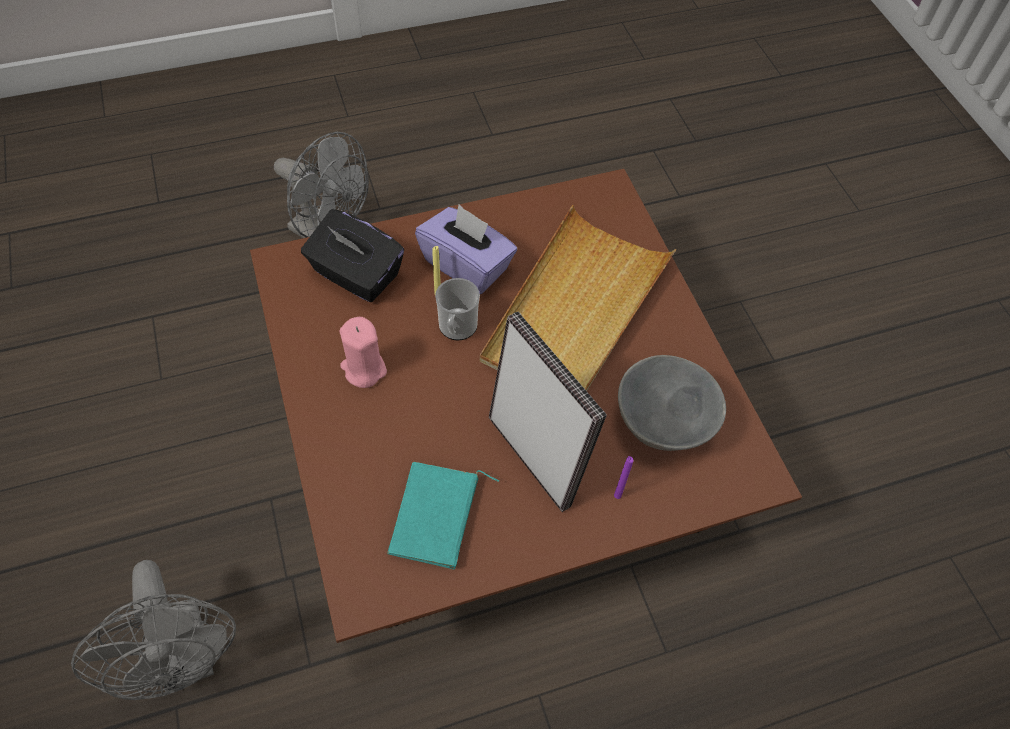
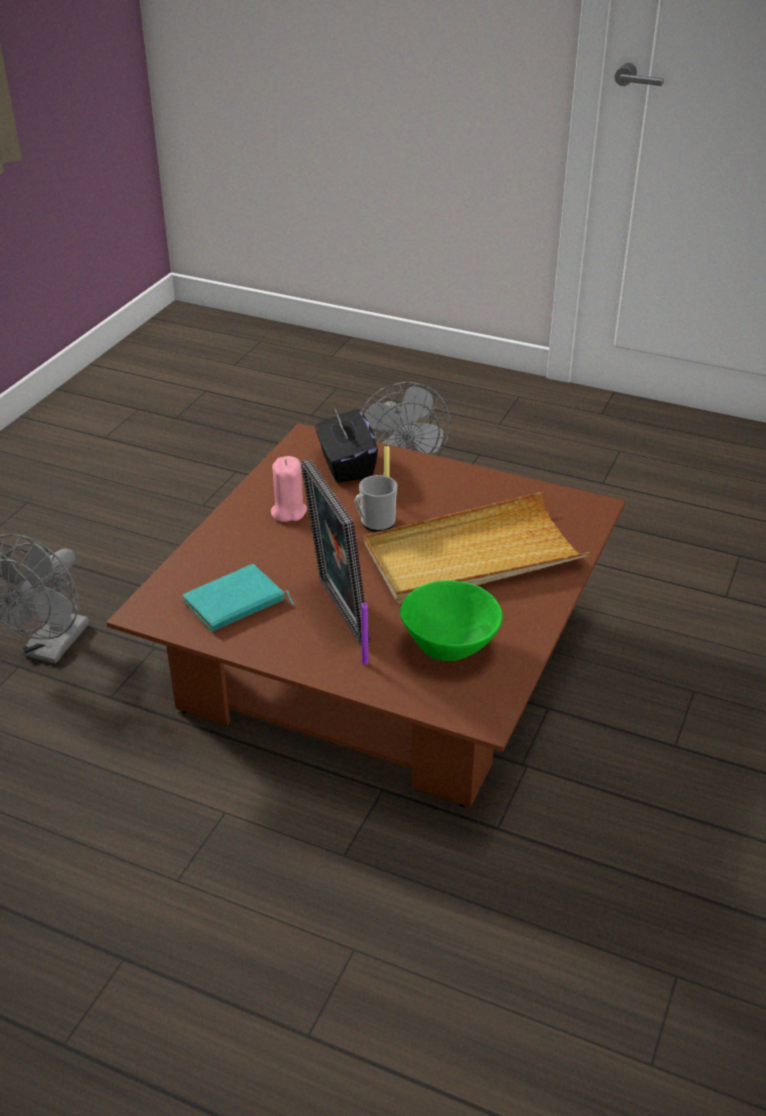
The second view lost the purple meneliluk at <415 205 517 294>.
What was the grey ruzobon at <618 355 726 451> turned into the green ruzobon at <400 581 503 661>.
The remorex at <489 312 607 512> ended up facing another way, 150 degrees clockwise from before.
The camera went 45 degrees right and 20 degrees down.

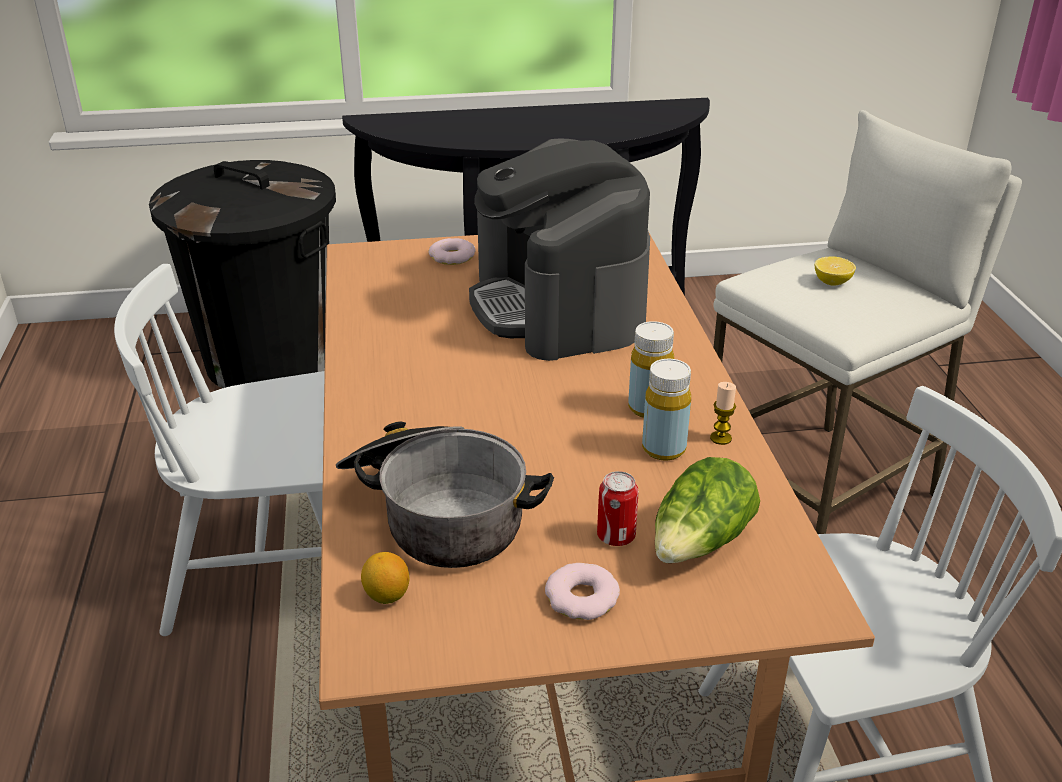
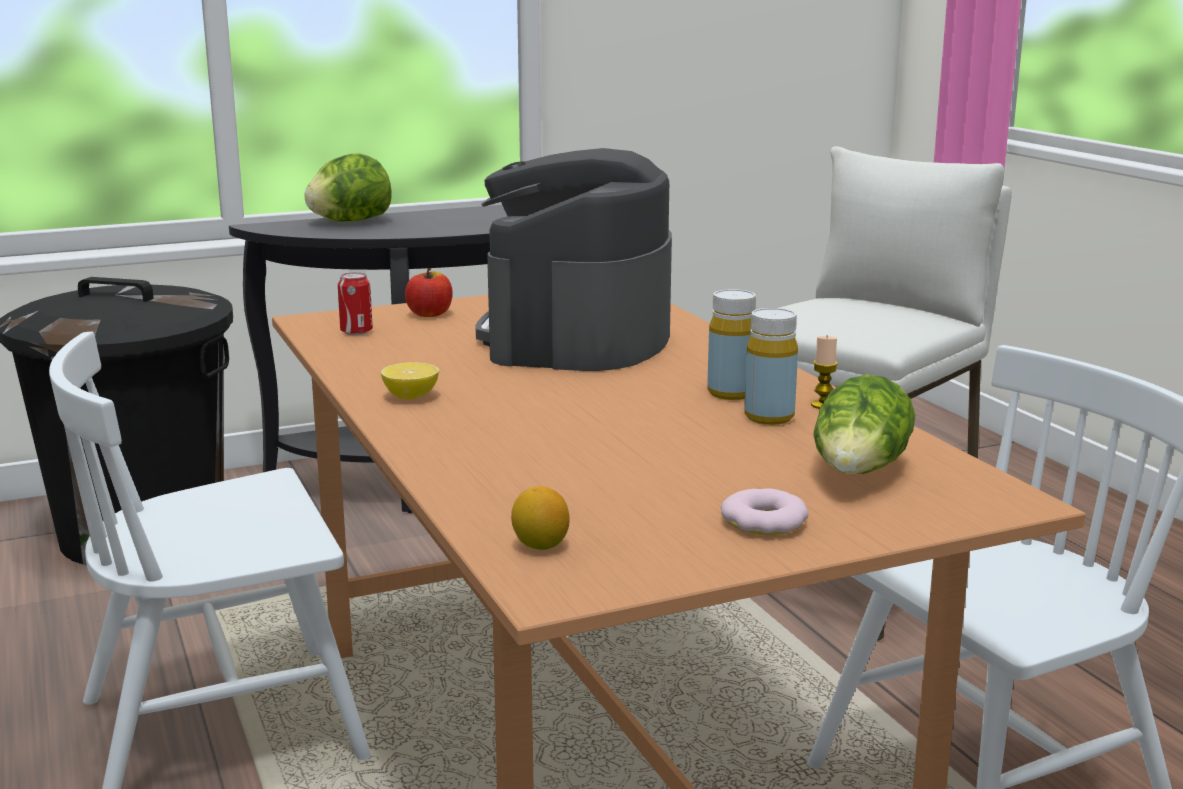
The second view lost the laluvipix at <336 421 554 568>.
The second view gained the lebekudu at <305 153 392 222>.
The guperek ended up elsewhere, having gone from <597 471 639 546> to <338 272 373 335>.
The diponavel ended up elsewhere, having gone from <815 257 856 286> to <381 362 439 400>.
Where the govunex stood at <428 238 476 265>, the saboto came to stand at <405 268 453 317>.
The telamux at <469 138 650 361> ended up facing another way, 45 degrees clockwise from before.
The camera went 15 degrees left and 15 degrees down.

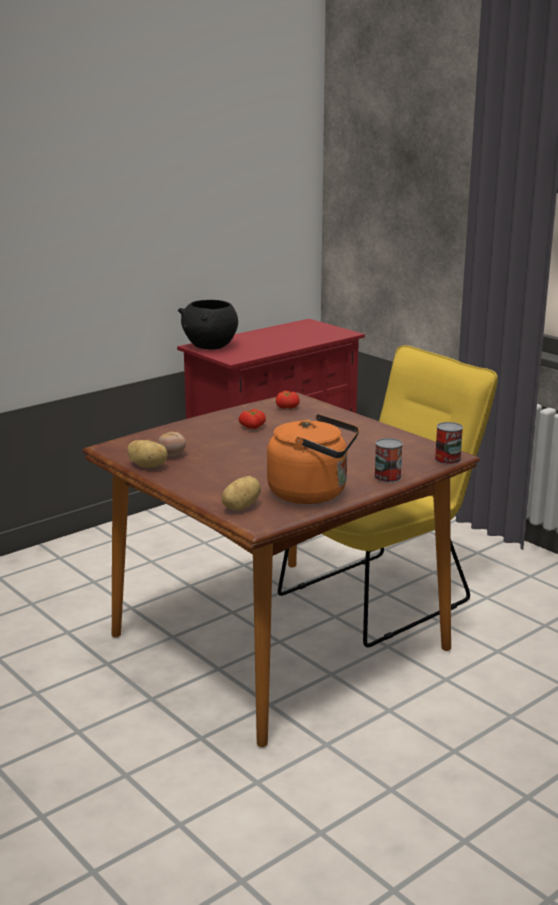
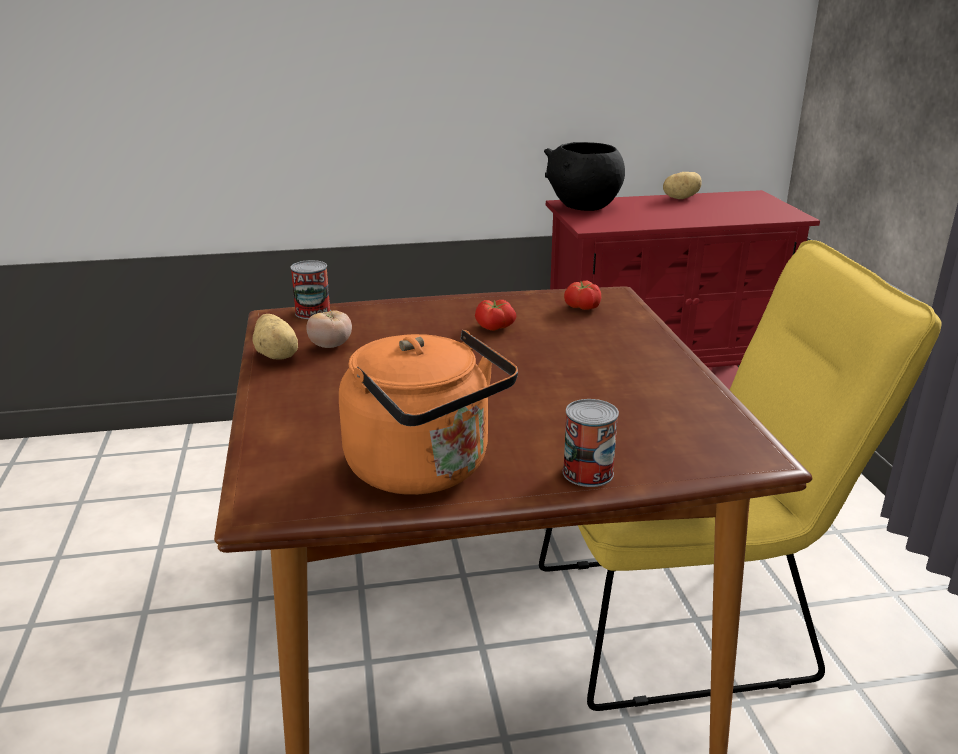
The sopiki ended up elsewhere, having gone from <222 476 261 510> to <663 172 702 199>.
The guperek ended up elsewhere, having gone from <435 422 463 465> to <290 260 331 319>.
The camera went 30 degrees right and 5 degrees up.

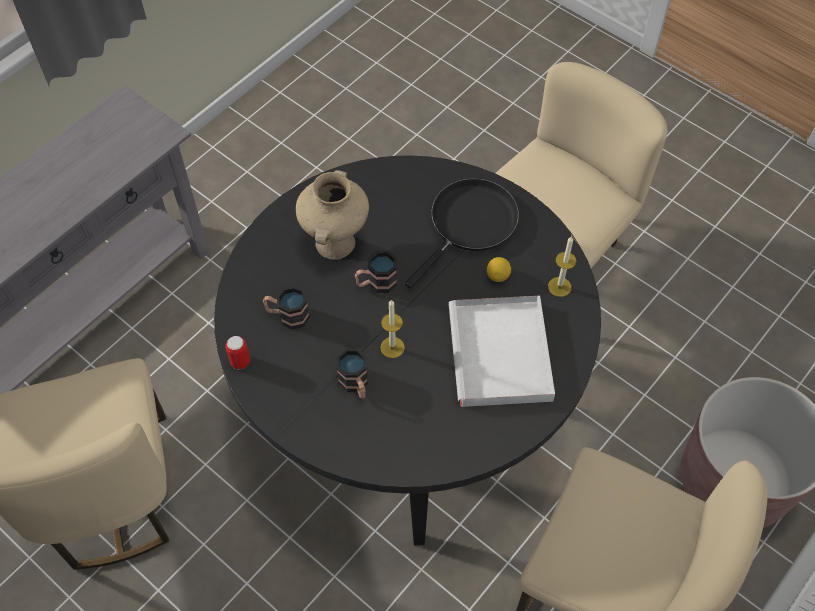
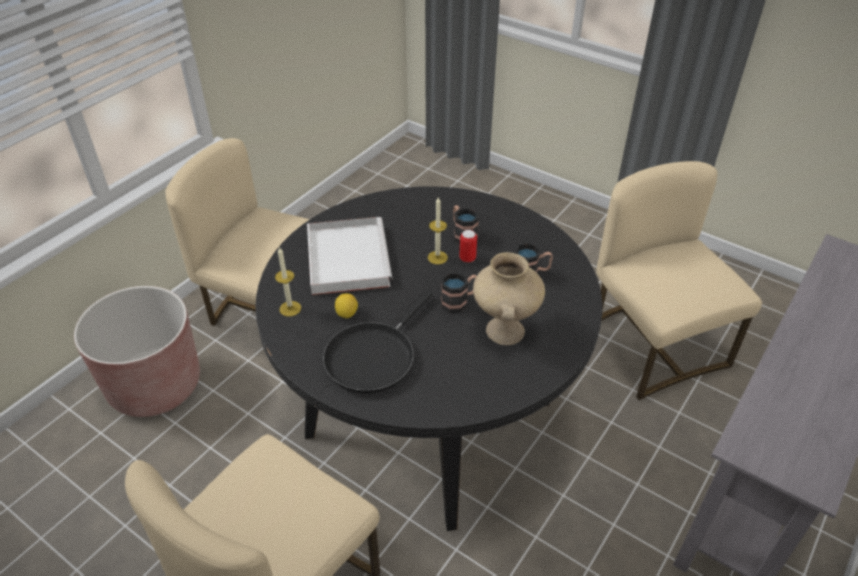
The guperek ended up elsewhere, having gone from <226 336 250 370> to <459 230 477 263>.
The camera went 175 degrees right and 15 degrees down.

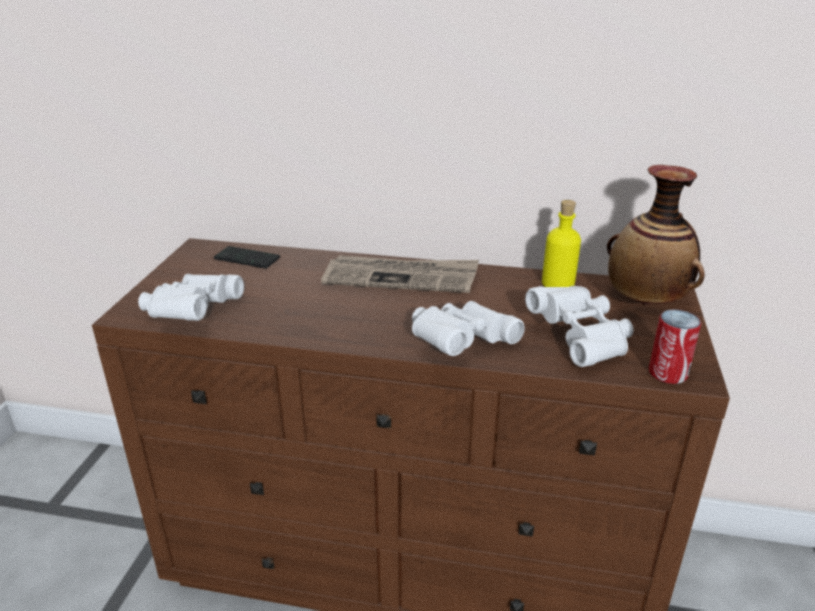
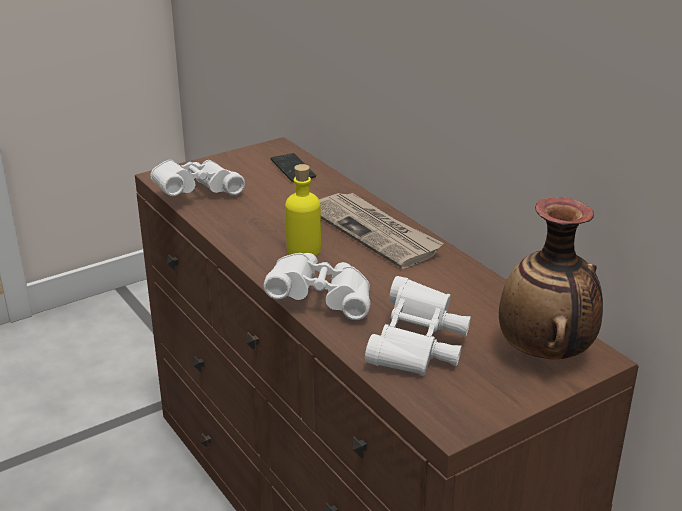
The second view lost the guperek at <649 309 701 384>.
The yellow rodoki ended up elsewhere, having gone from <542 200 581 287> to <285 164 321 256>.
The camera went 45 degrees right and 0 degrees up.

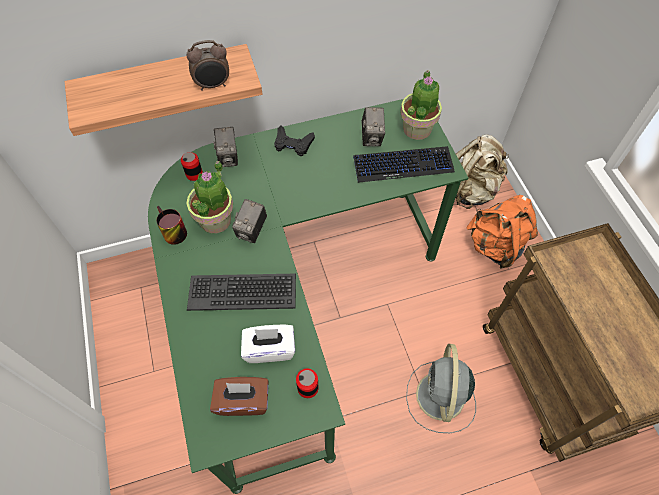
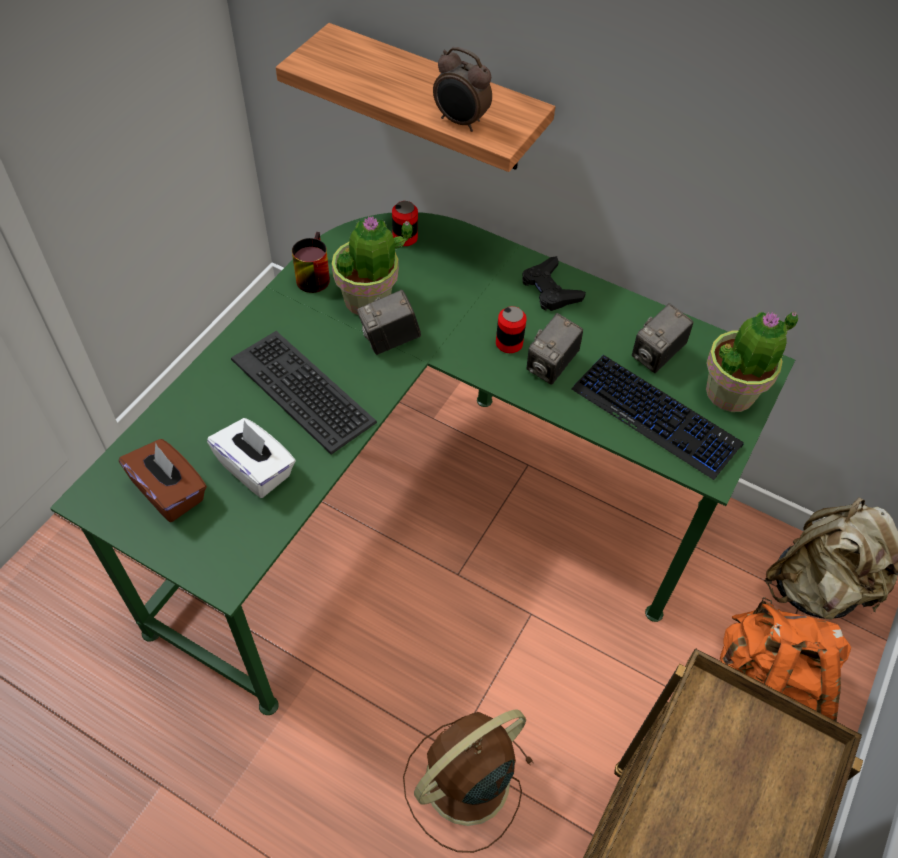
The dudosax ended up elsewhere, having gone from <213 127 238 167> to <527 313 583 385>.
The guperek ended up elsewhere, having gone from <296 369 319 398> to <496 306 527 353>.
What was the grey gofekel at <406 344 476 433> turned into the brown gofekel at <403 709 533 853>.
The camera went 45 degrees right and 5 degrees down.

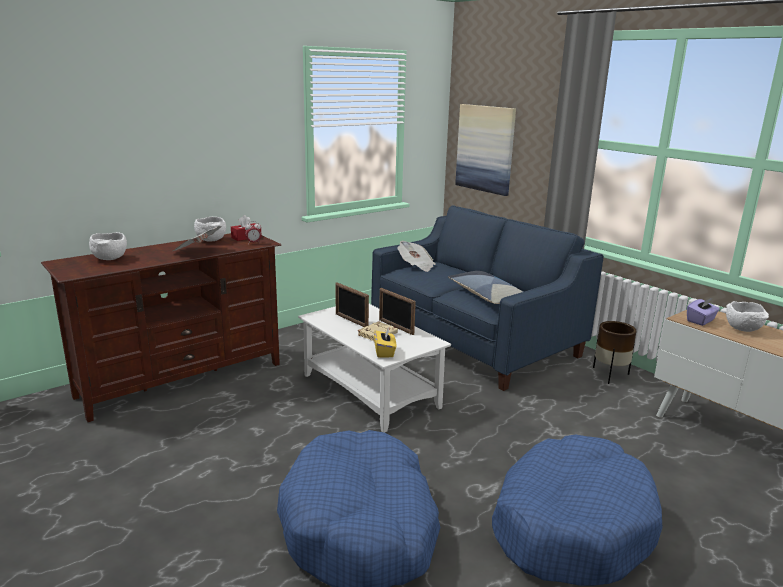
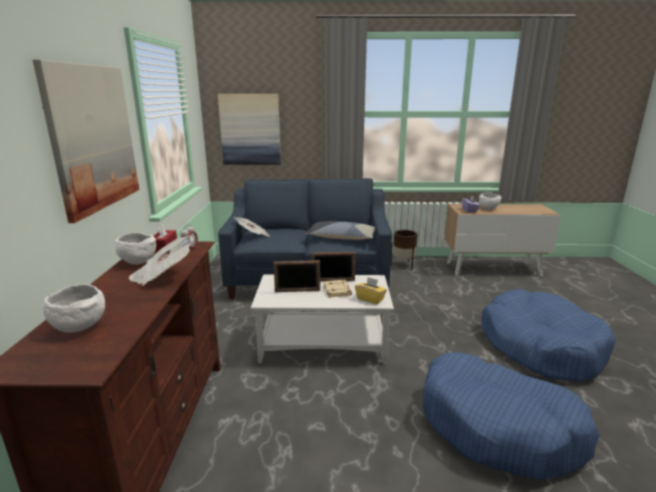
The second view gained the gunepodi at <33 60 139 223>.
The camera went 50 degrees left and 0 degrees up.

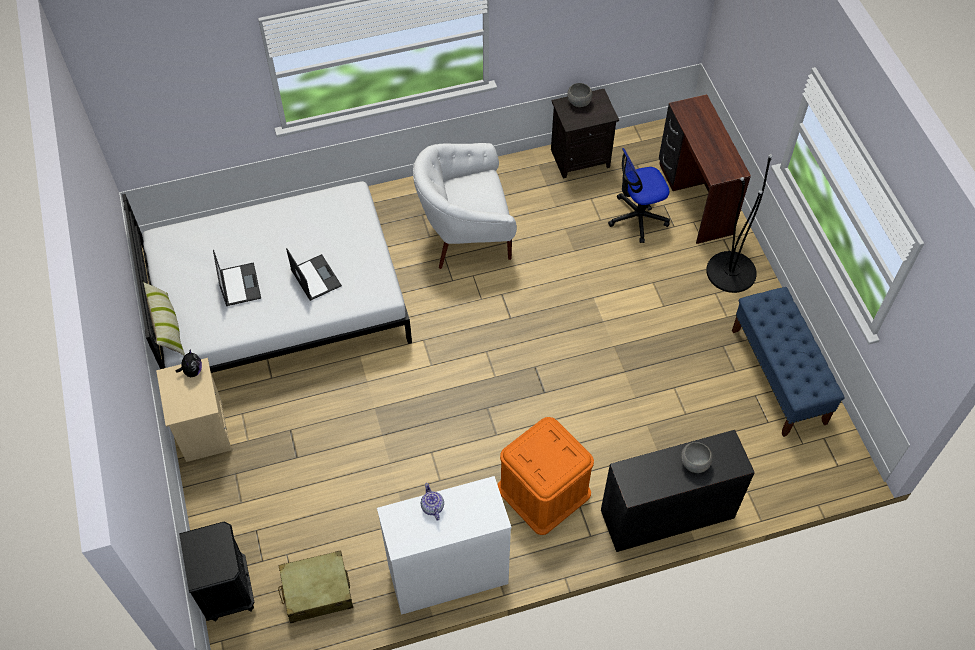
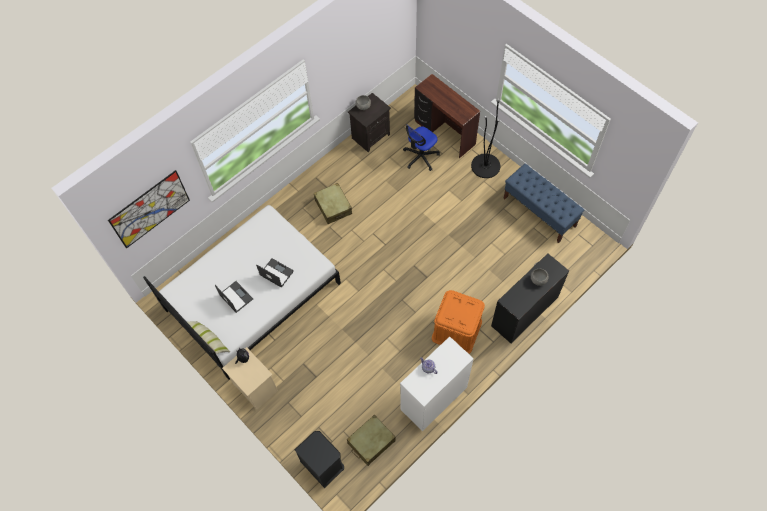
The second view gained the gunepodi at <108 170 190 249>.
Where the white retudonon stood at <413 143 517 269>, the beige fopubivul came to stand at <314 183 352 224>.
The camera went 25 degrees left and 5 degrees up.

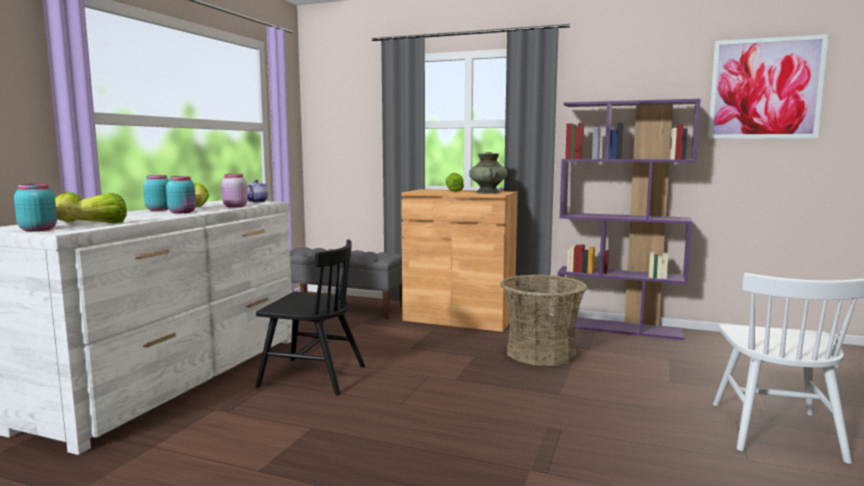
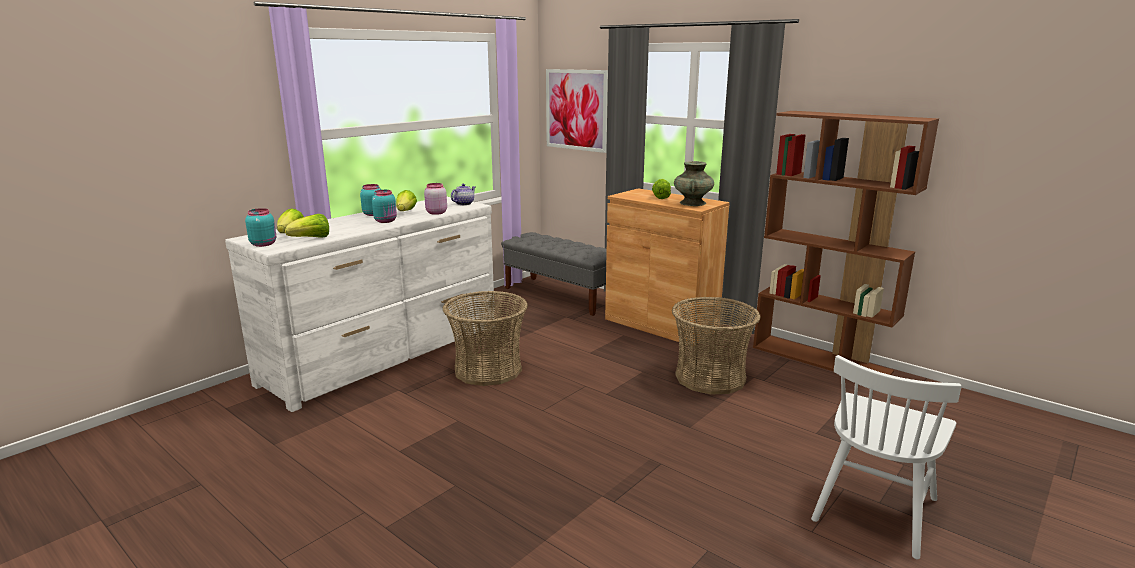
The gunepodi ended up elsewhere, having gone from <708 34 829 139> to <546 69 608 153>.
Where the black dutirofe stood at <255 240 365 395>, the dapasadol came to stand at <443 291 528 386>.
What was the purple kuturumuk at <557 99 701 340> turned into the brown kuturumuk at <753 111 939 375>.
The camera went 20 degrees right and 10 degrees up.

